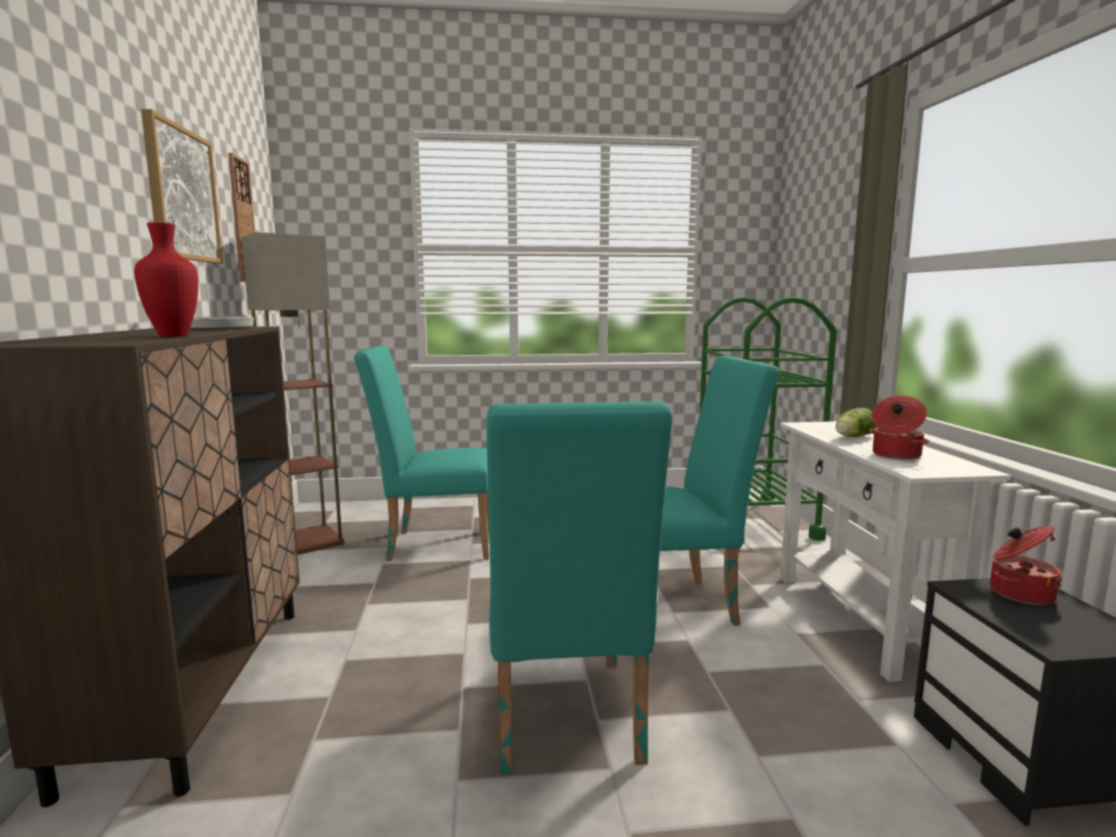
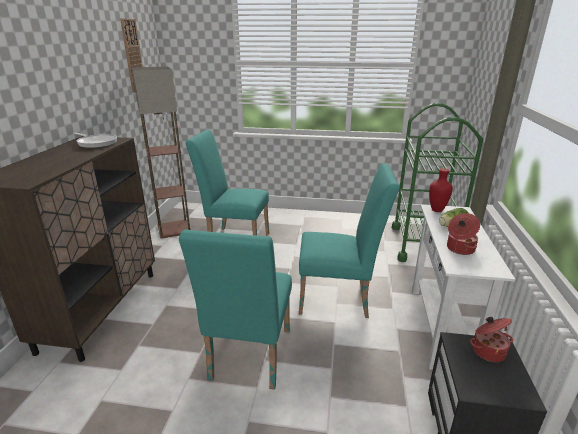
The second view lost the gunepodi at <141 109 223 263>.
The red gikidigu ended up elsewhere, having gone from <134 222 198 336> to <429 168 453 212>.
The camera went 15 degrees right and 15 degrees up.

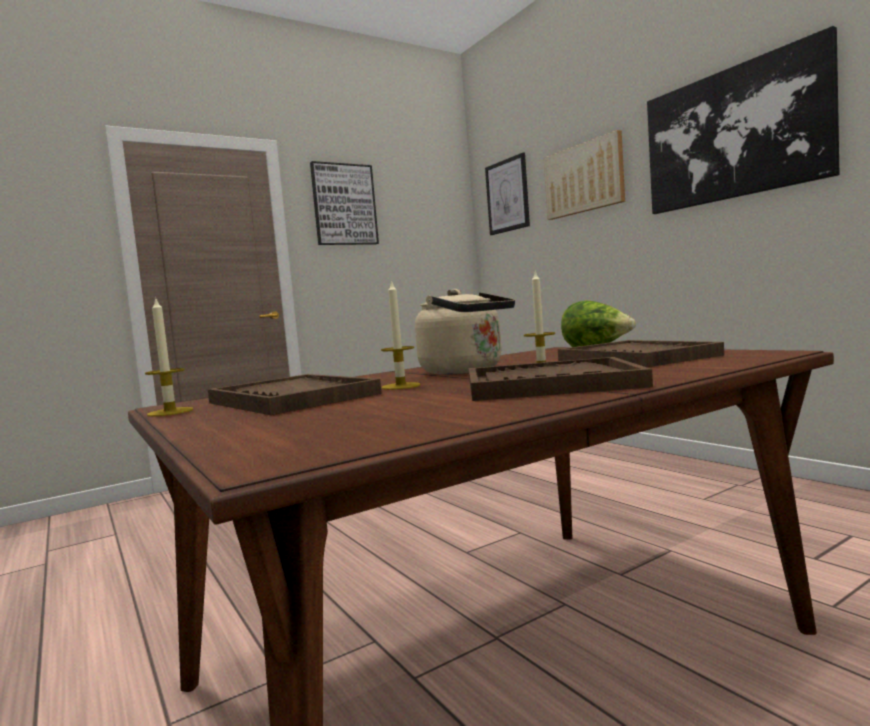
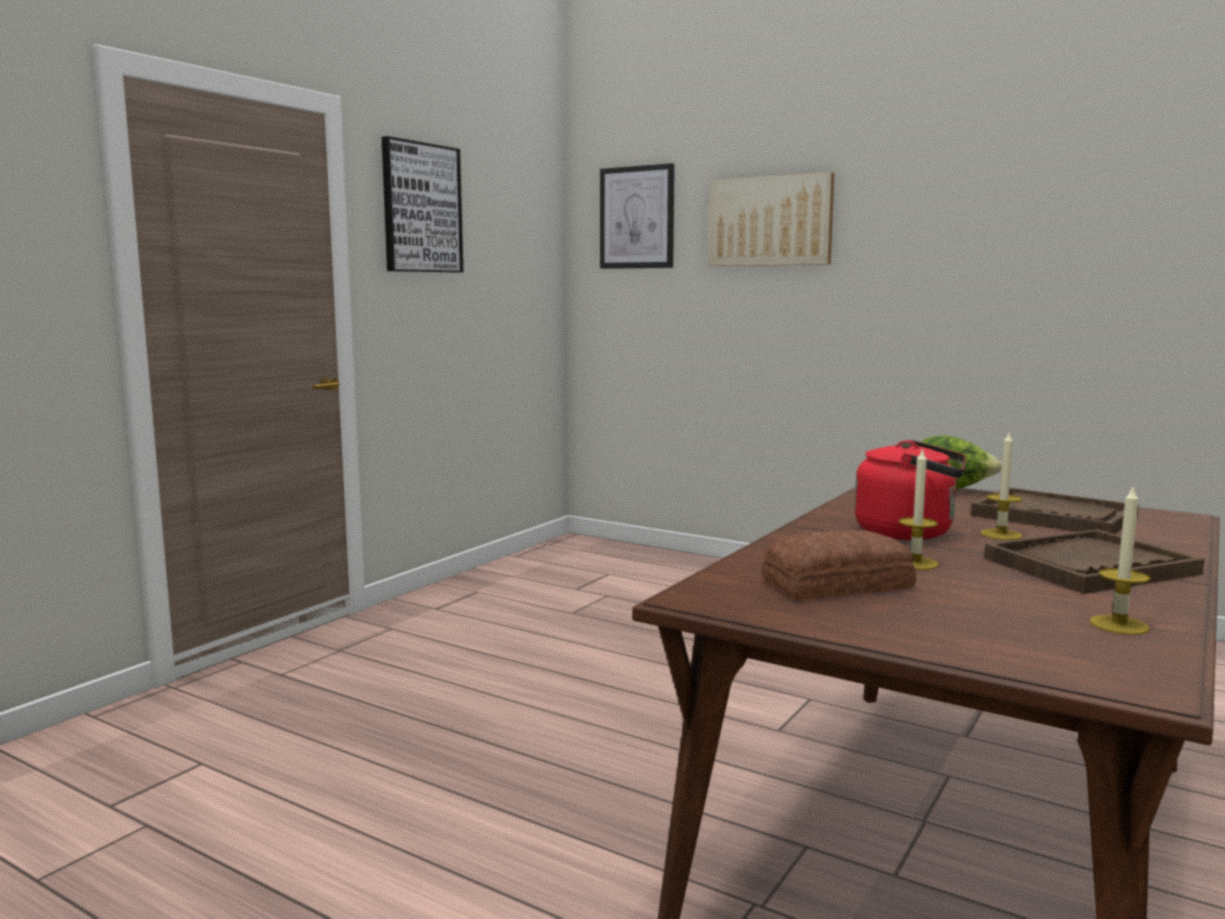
The second view lost the gunepodi at <647 26 839 214>.
The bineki ended up elsewhere, having gone from <145 297 193 417> to <1090 484 1151 635>.
Where the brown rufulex stood at <208 374 382 415>, the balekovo came to stand at <762 530 916 600>.
What was the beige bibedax at <415 289 515 375> turned into the red bibedax at <854 440 966 540>.
The camera went 25 degrees left and 5 degrees up.

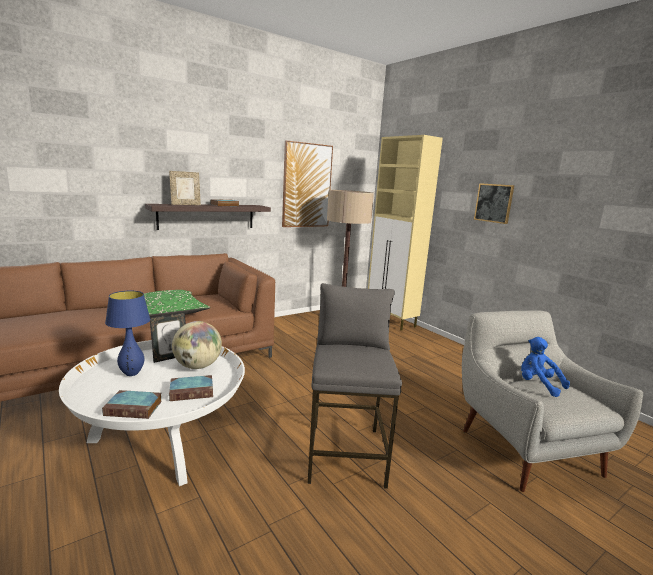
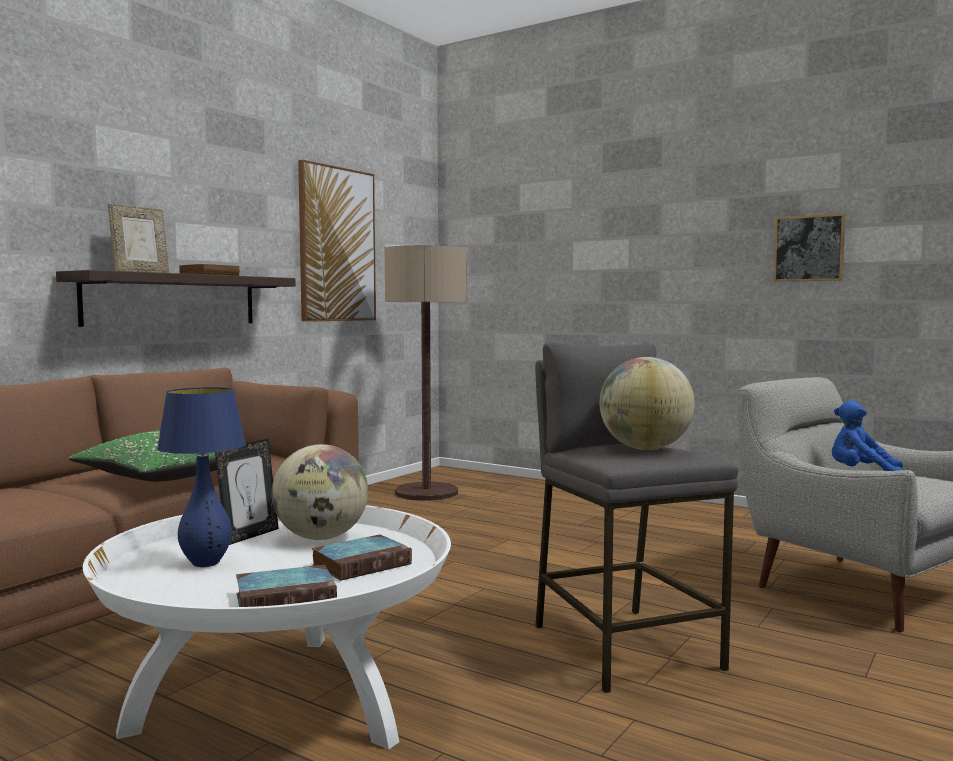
The second view lost the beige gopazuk at <368 135 443 331>.
The second view gained the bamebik at <600 357 695 450>.
The gunepodi ended up elsewhere, having gone from <474 183 514 224> to <773 213 845 282>.
The camera went 20 degrees left and 10 degrees down.

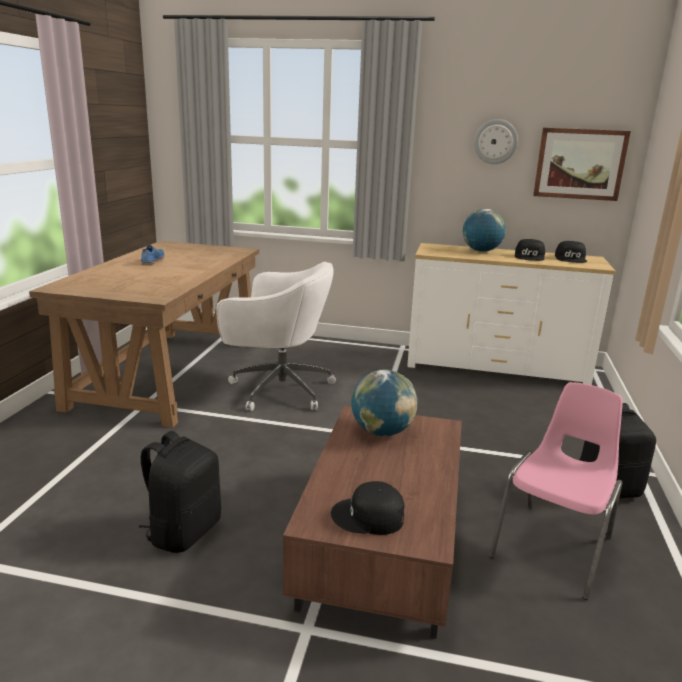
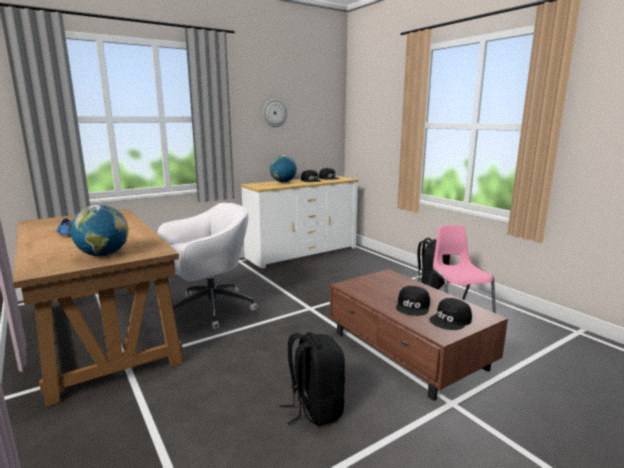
The second view lost the gunepodi at <533 128 631 201>.
The second view gained the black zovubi at <396 286 430 316>.
The bamebik ended up elsewhere, having gone from <351 370 418 436> to <70 205 129 256>.
The camera went 45 degrees left and 5 degrees down.

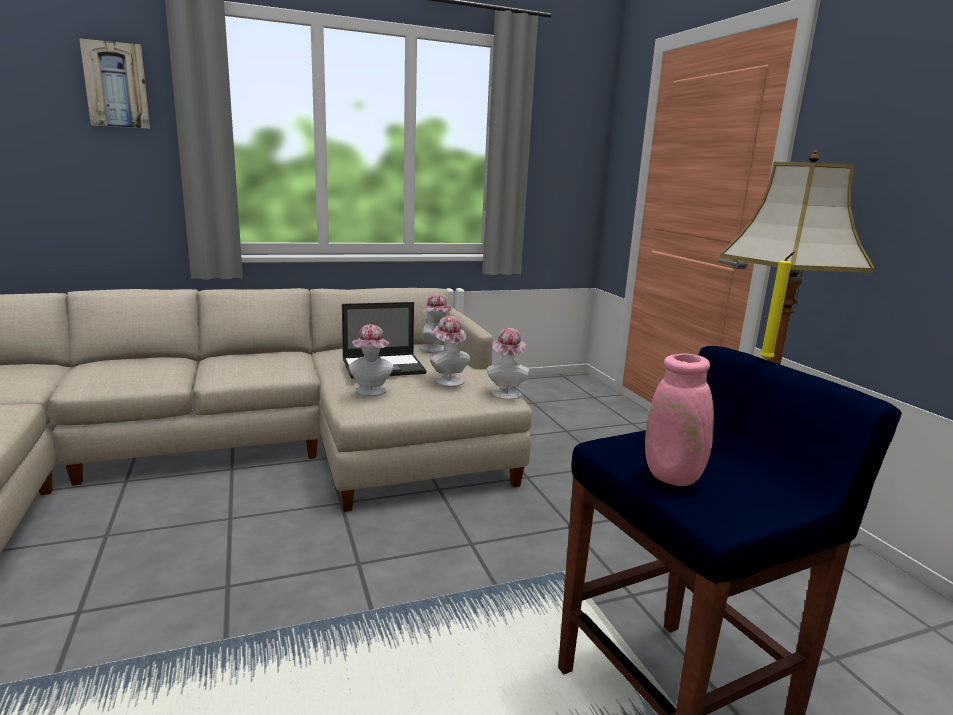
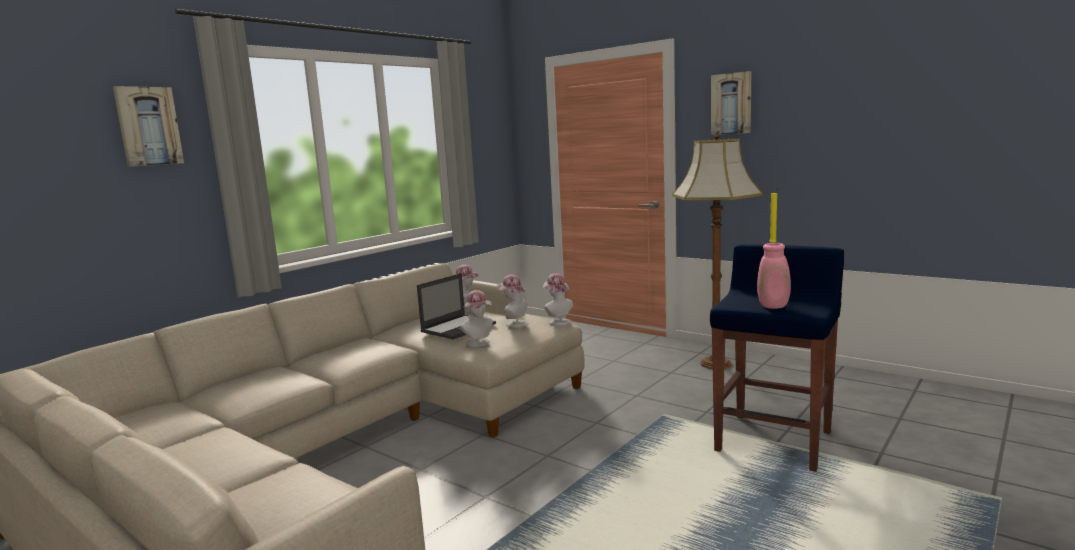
The second view gained the gunepodi at <711 71 751 135>.
The camera went 30 degrees left and 5 degrees down.

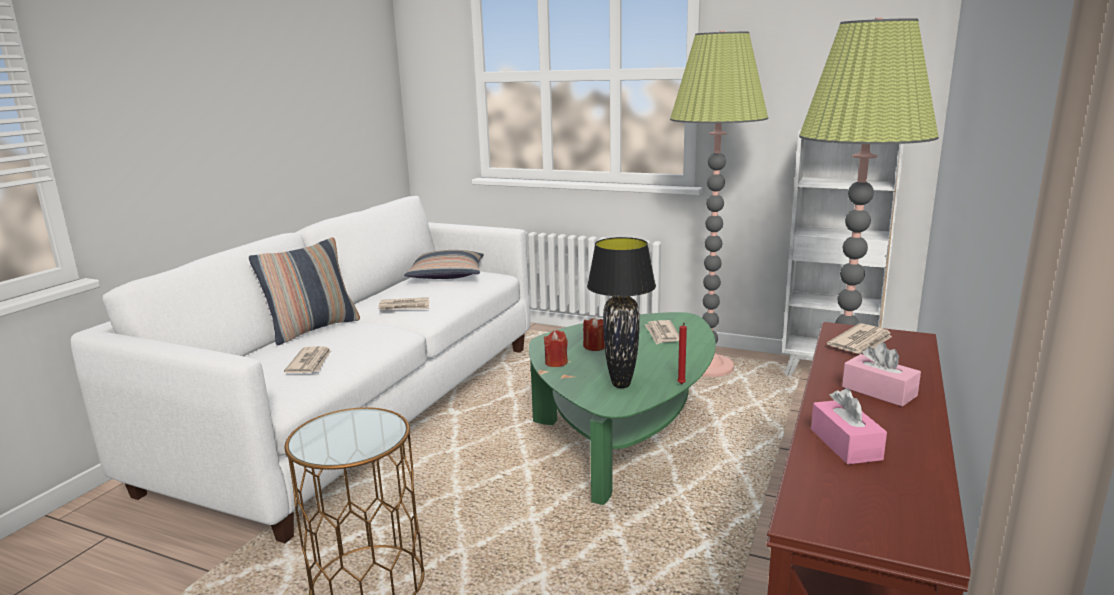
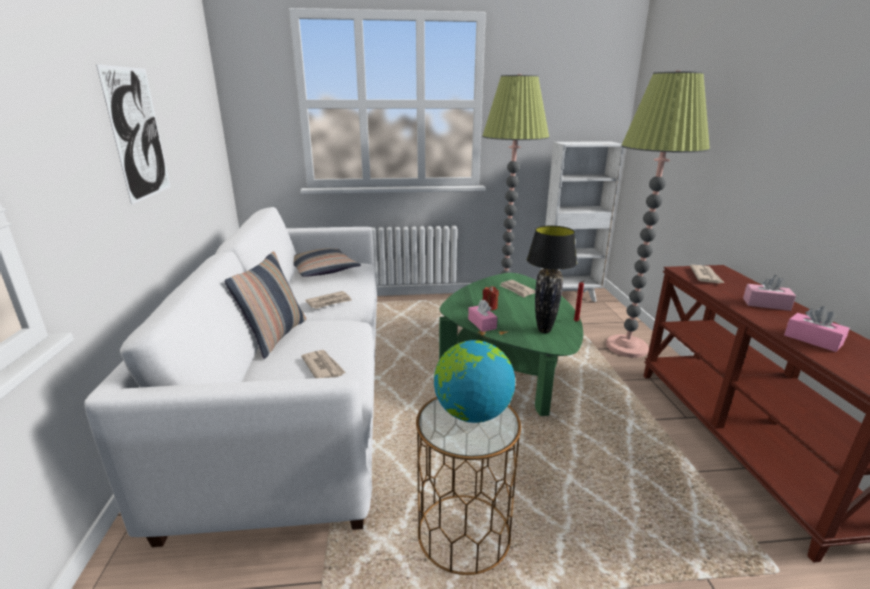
The second view gained the gunepodi at <96 64 171 205>.
The second view gained the bamebik at <434 340 515 423>.
Where the red bineki stood at <544 330 568 367>, the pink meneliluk came to stand at <468 300 497 332>.
The camera went 30 degrees left and 5 degrees up.

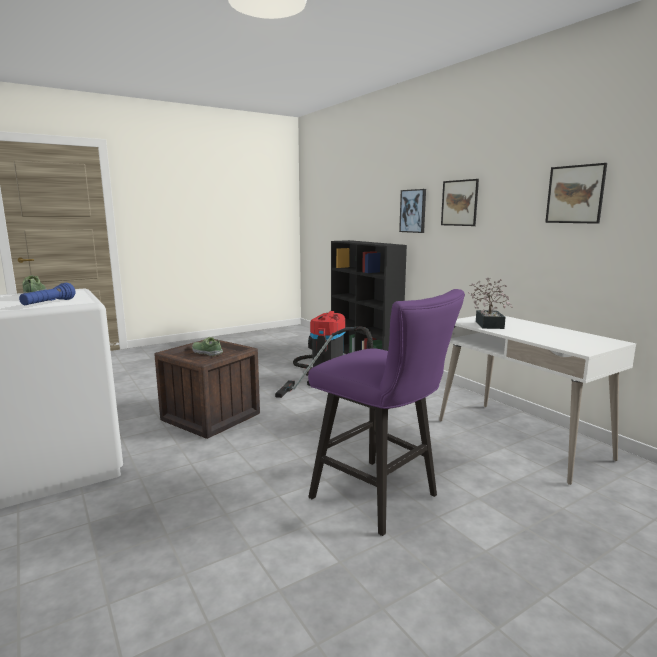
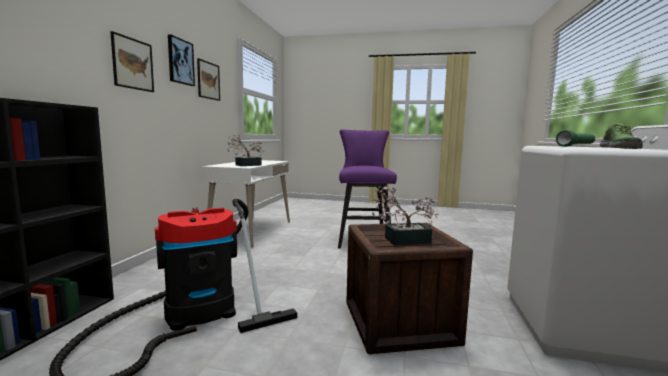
The gunepodi ended up elsewhere, having gone from <399 189 426 233> to <168 34 195 86>.
Where the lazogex stood at <192 337 223 356>, the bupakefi came to stand at <372 186 439 246>.
What was the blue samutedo at <19 283 75 305> turned into the green samutedo at <556 130 595 147>.
The camera went 135 degrees left and 5 degrees down.

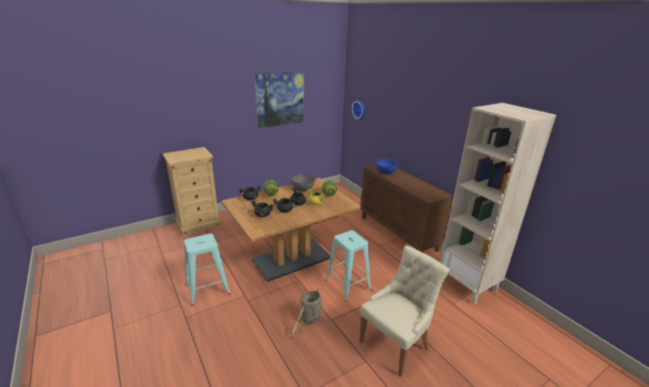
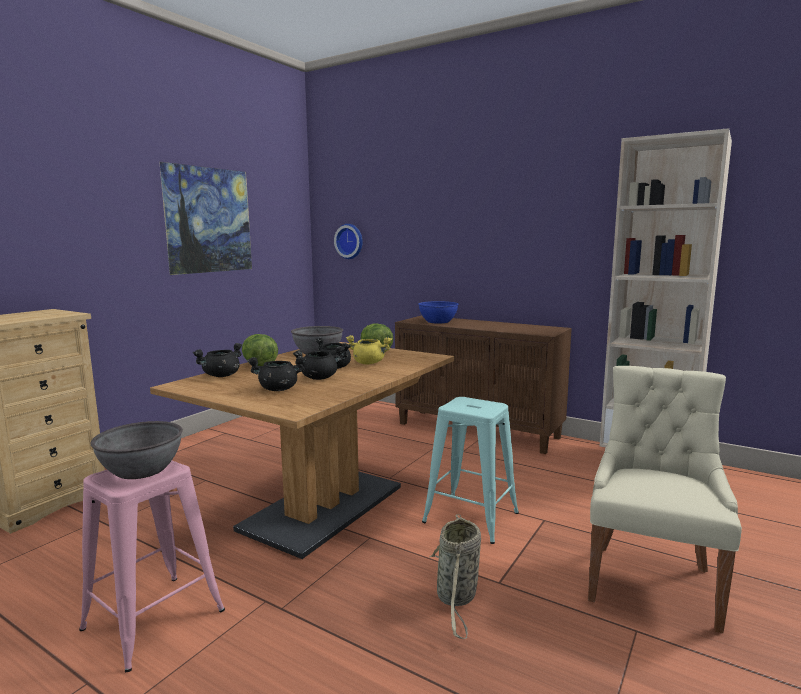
The second view gained the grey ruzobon at <90 421 183 479>.
What was the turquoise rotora at <184 234 230 306> turned into the pink rotora at <79 460 225 672>.
The camera went 25 degrees left and 15 degrees down.

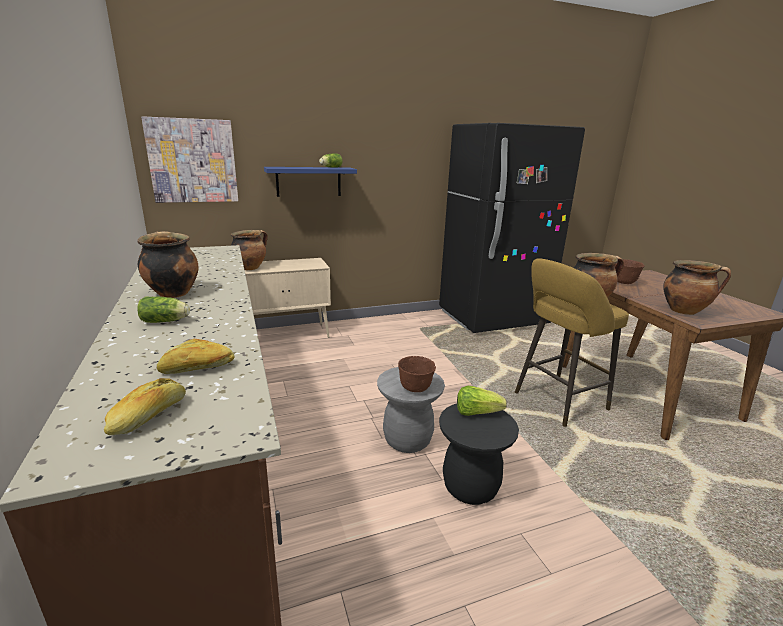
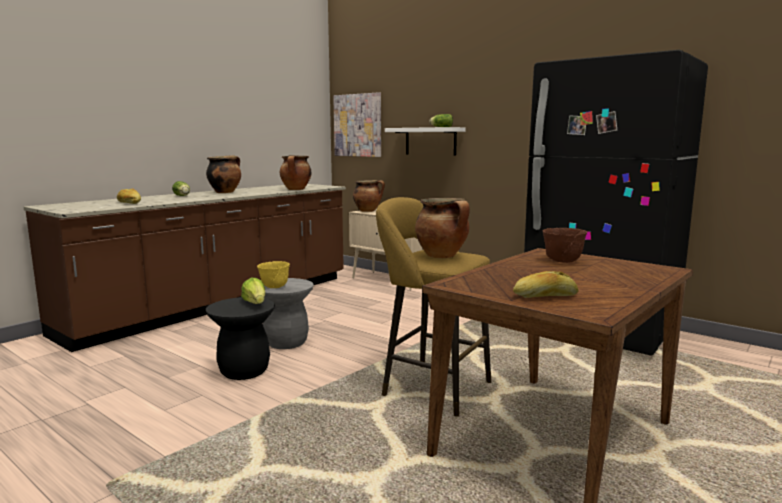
The balekovo ended up elsewhere, having gone from <104 378 186 435> to <513 271 579 298>.
The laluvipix ended up elsewhere, having gone from <663 260 731 315> to <280 155 311 190>.
What was the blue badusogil at <264 167 357 197> turned into the white badusogil at <385 127 465 156>.
What was the brown ruzobon at <398 356 436 392> turned into the yellow ruzobon at <257 261 290 288>.
The camera went 60 degrees right and 10 degrees down.

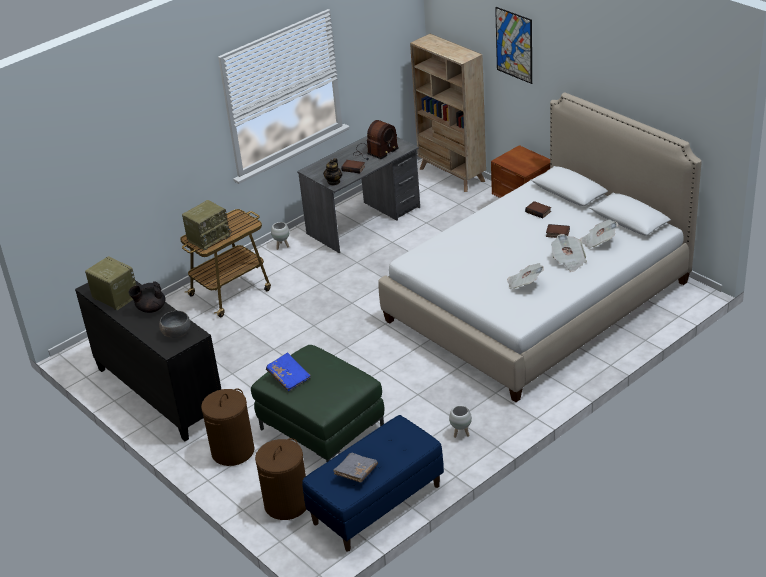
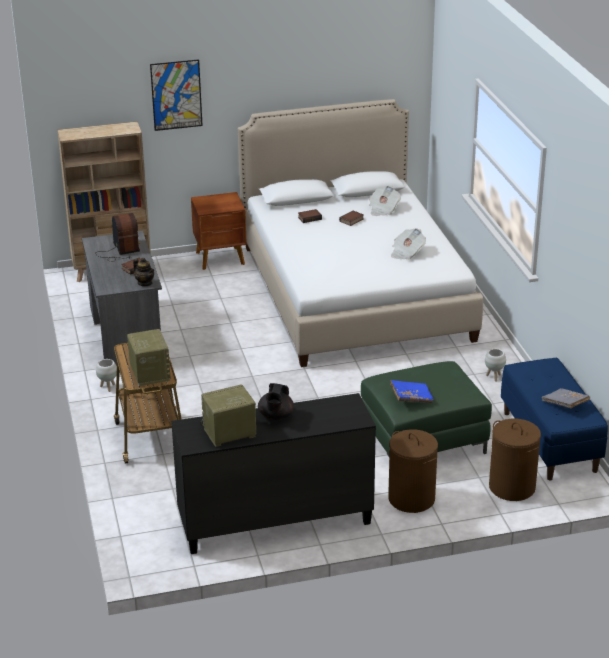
The second view lost the grey ruzobon at <159 311 190 338>.
The second view lost the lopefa at <551 234 587 272>.
The camera went 65 degrees left and 5 degrees down.

